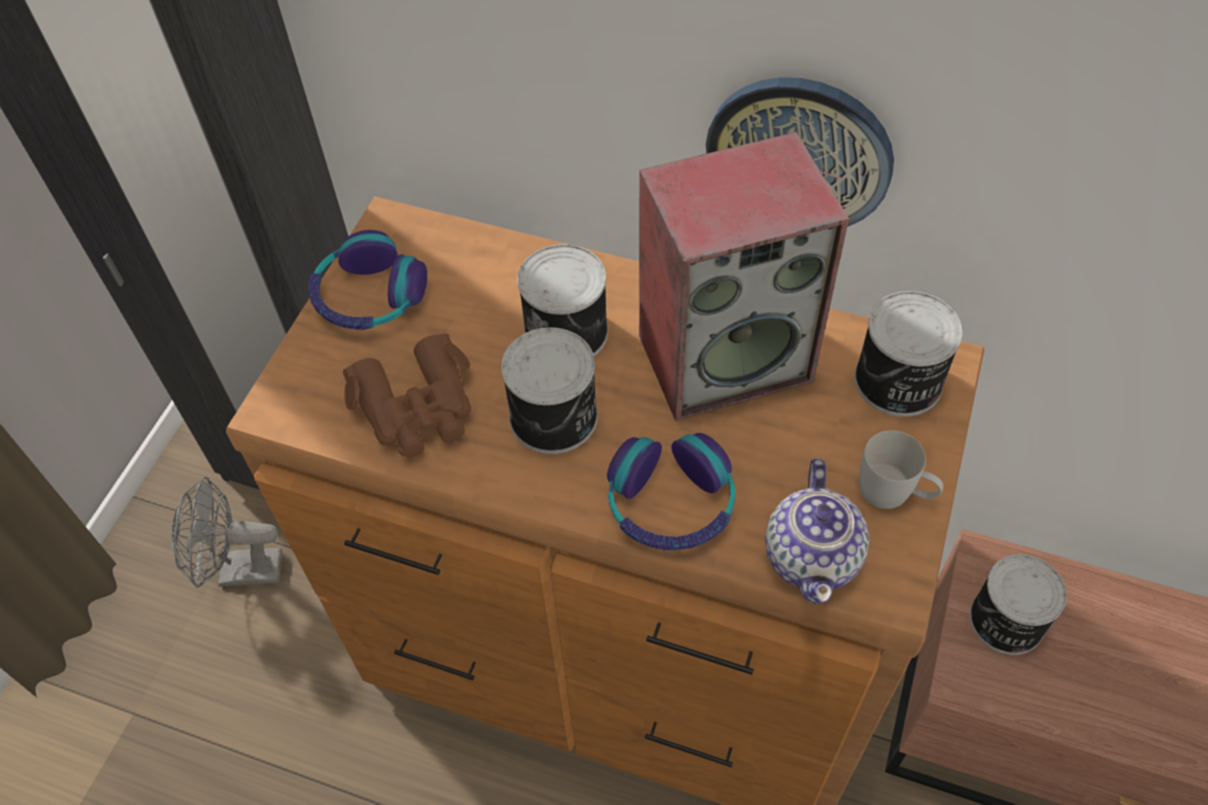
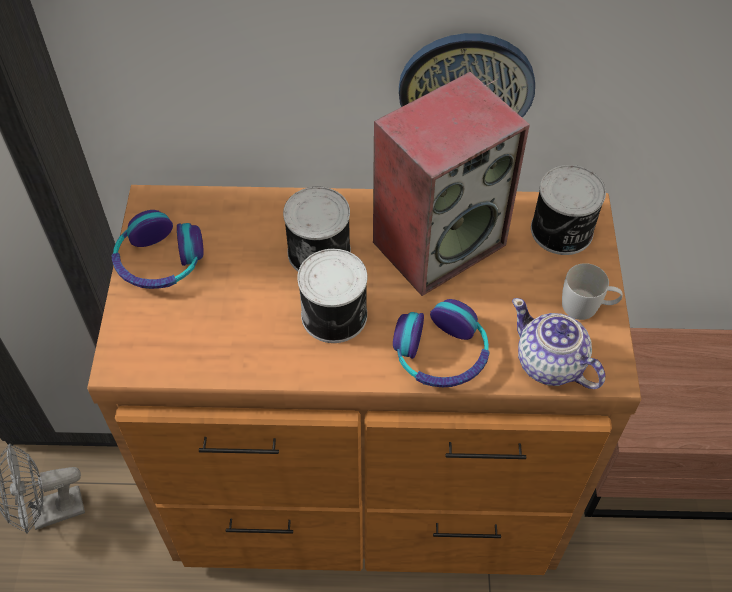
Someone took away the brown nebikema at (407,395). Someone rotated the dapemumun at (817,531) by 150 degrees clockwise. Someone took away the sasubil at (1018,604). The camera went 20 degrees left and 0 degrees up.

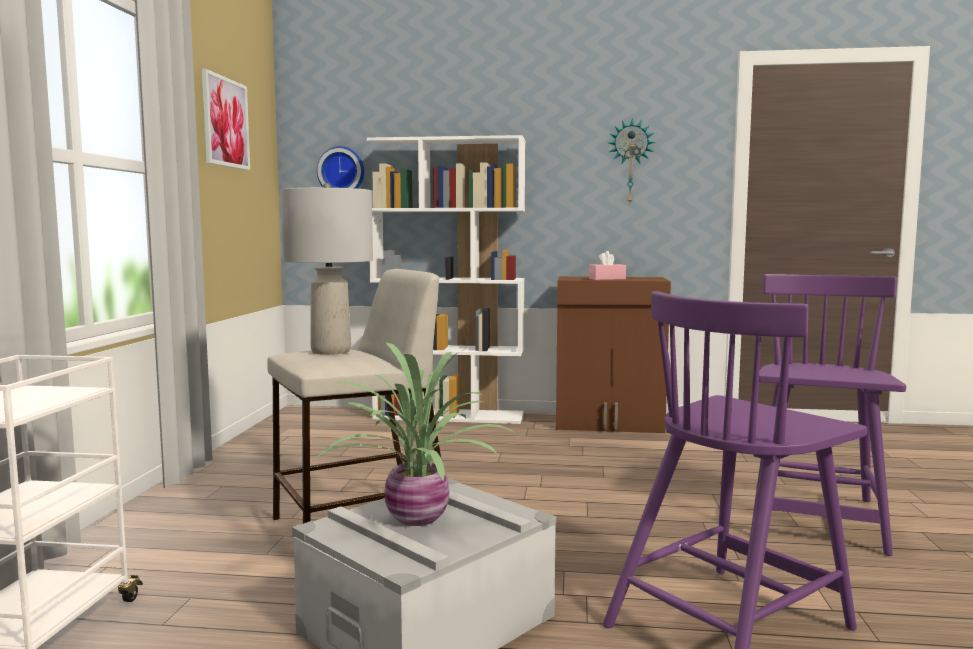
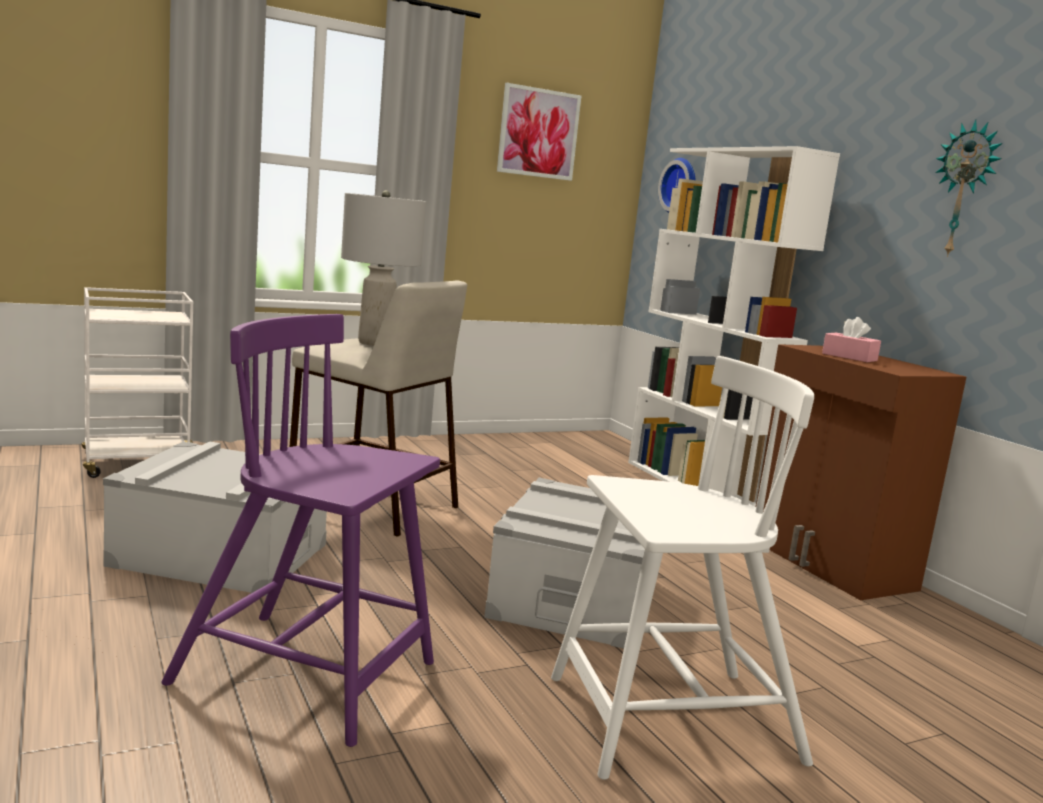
Someone repainted the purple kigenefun at (831,415), which became the white kigenefun at (682,568). Someone took away the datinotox at (416,434). Someone put down the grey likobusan at (564,563). The camera went 55 degrees right and 5 degrees up.

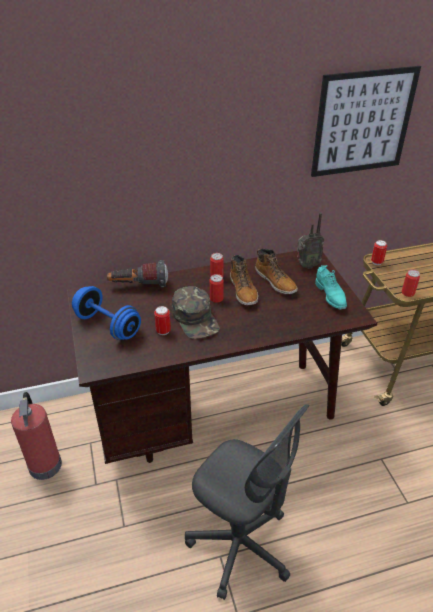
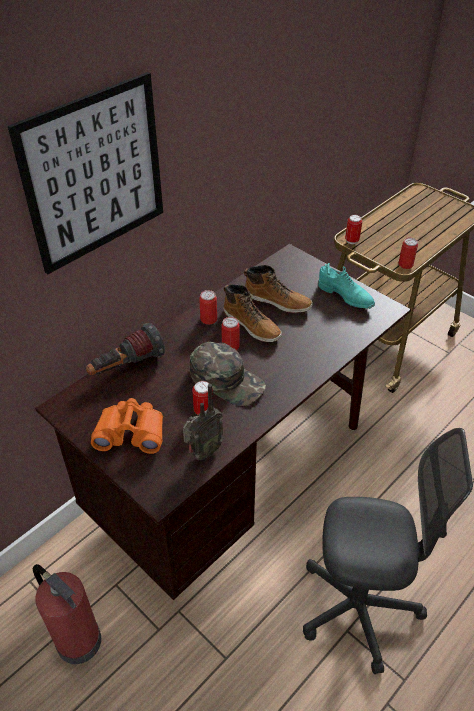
Someone carried the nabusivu from (366,121) to (85,173). Someone carried the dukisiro from (310,240) to (203,422). Someone swapped the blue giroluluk at (106,313) for the orange nebikema at (127,426). The camera went 30 degrees left and 5 degrees up.

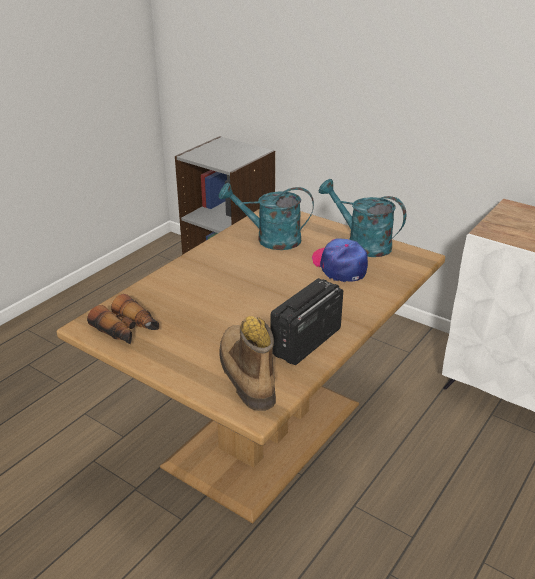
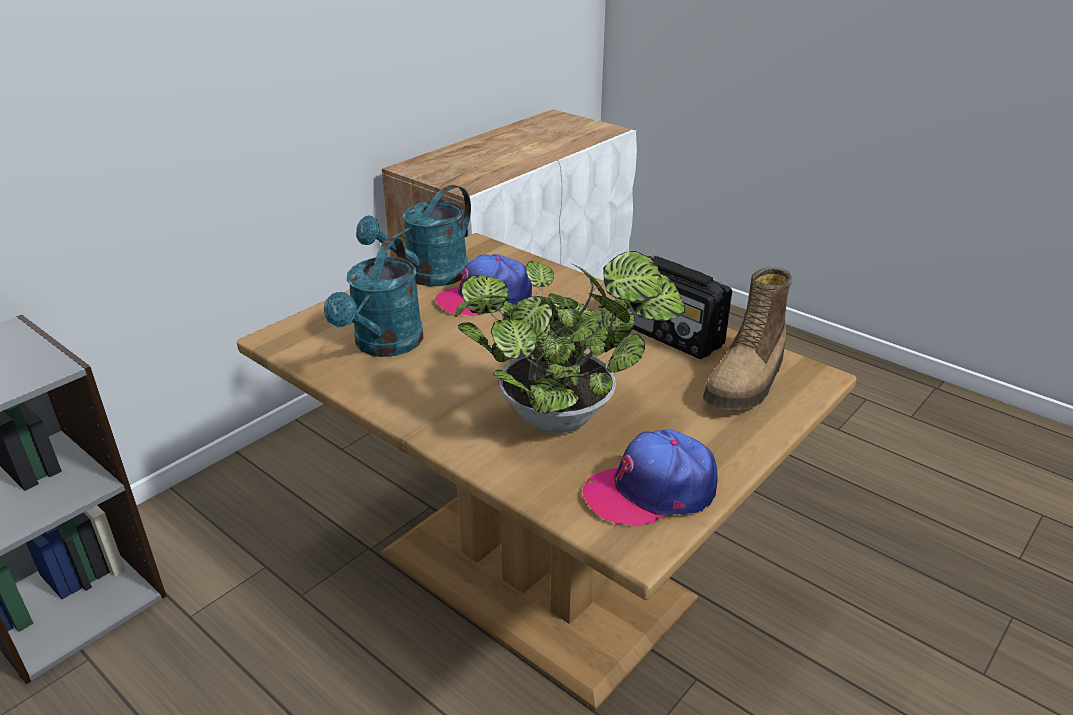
Someone swapped the nebikema at (123,319) for the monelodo at (650,478). Someone rotated the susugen at (247,363) by 45 degrees counterclockwise. Someone put down the datinotox at (570,342). The camera went 85 degrees left and 0 degrees up.

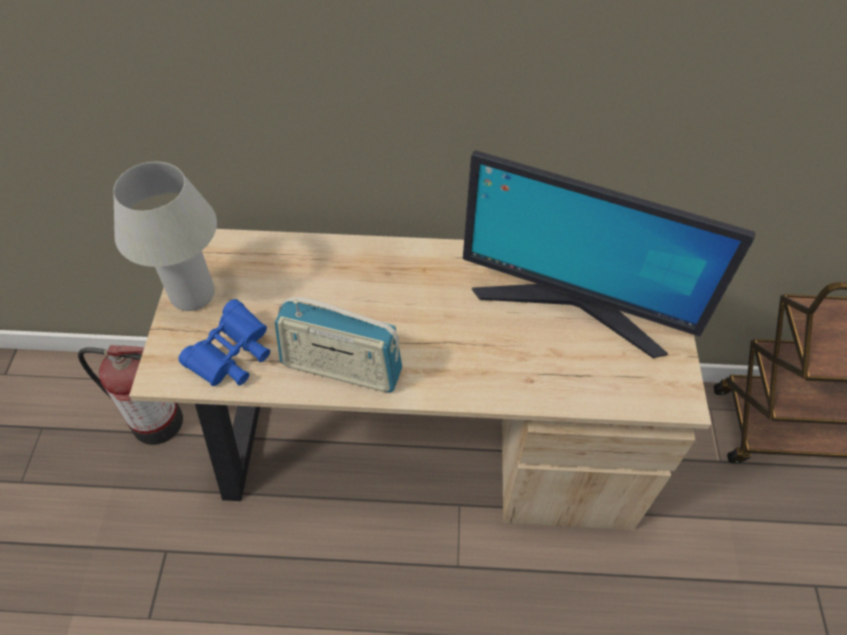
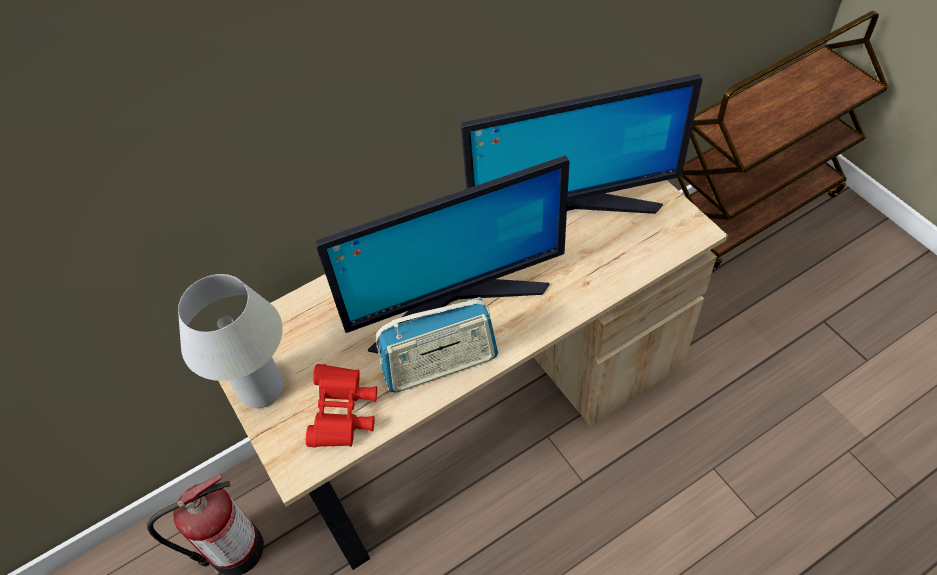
Someone repainted the blue nebikema at (224,342), which became the red nebikema at (341,406). Someone put down the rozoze at (442,255). The camera went 30 degrees left and 0 degrees up.

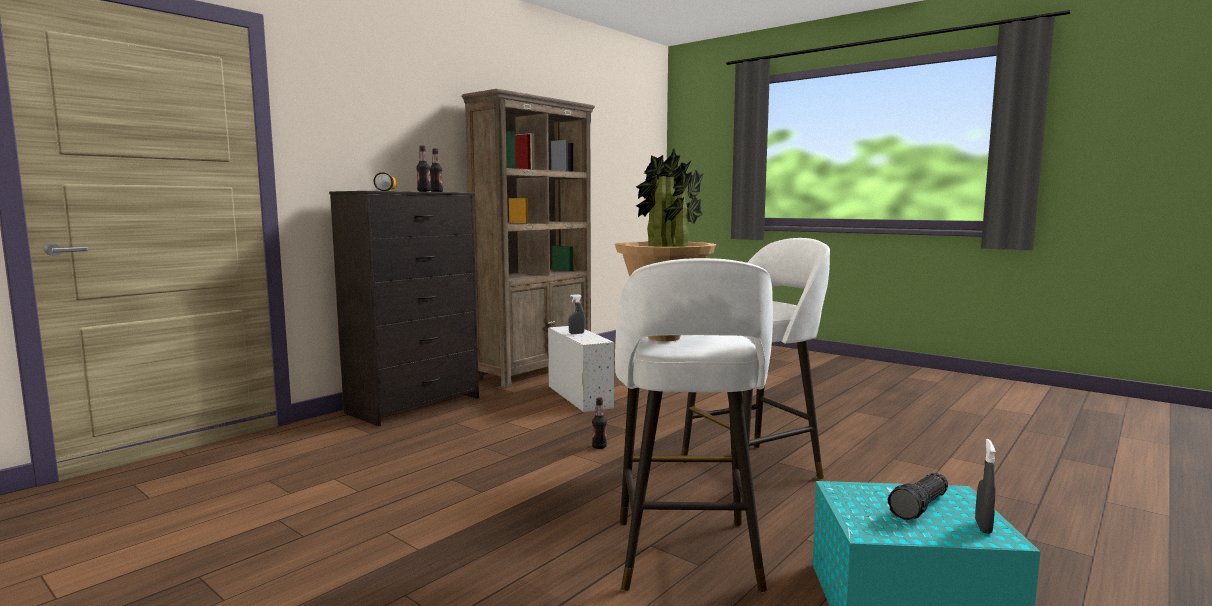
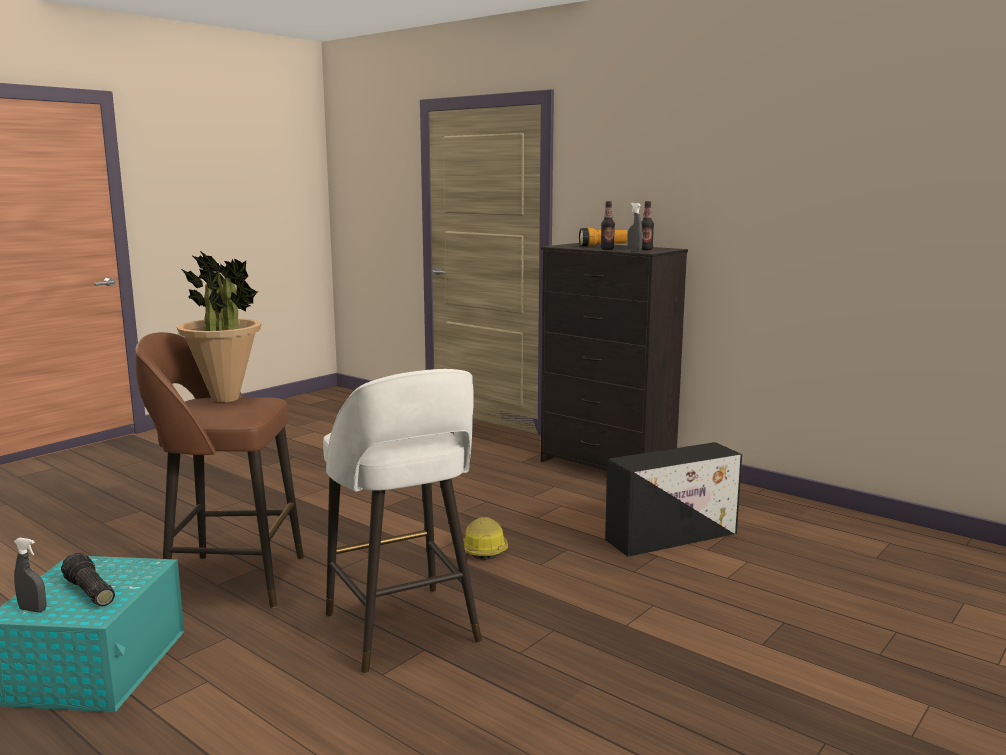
Someone took away the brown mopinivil at (528,238). Someone repainted the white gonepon at (694,425), which became the brown gonepon at (219,470). Someone carried the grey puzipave from (576,314) to (635,227). Someone repainted the white likobusan at (581,369), which became the black likobusan at (673,499). Someone swapped the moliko at (599,423) for the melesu at (485,538). The camera went 90 degrees right and 5 degrees up.

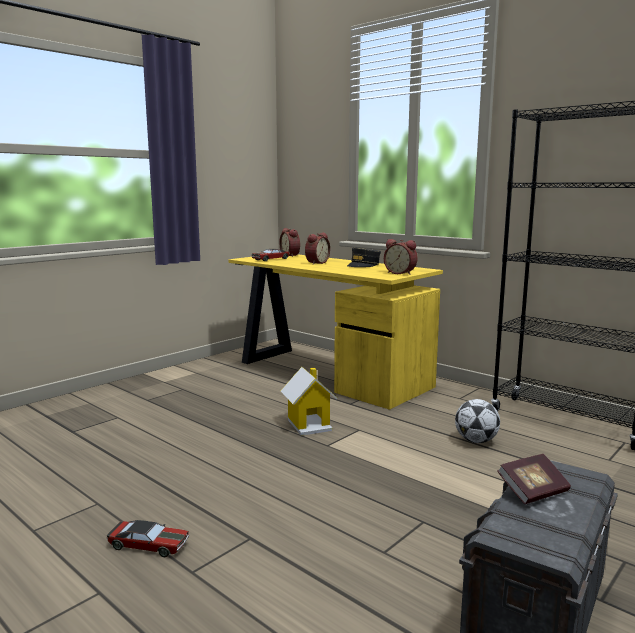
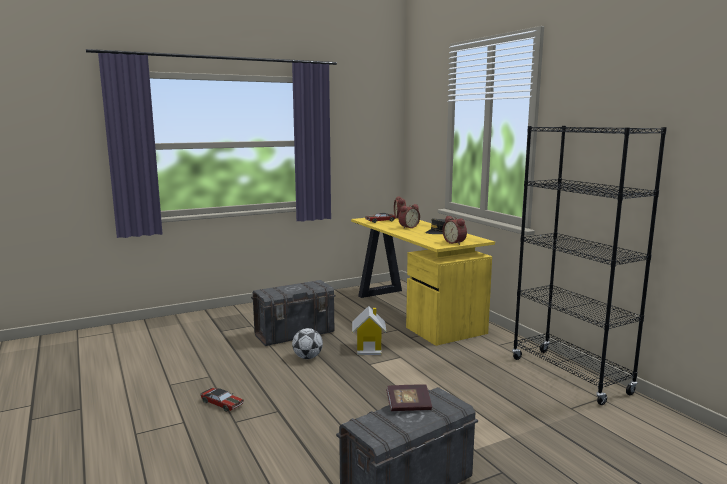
Someone carried the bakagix from (477,421) to (307,343). Someone put down the grey likobusan at (293,313). The camera went 20 degrees right and 0 degrees up.

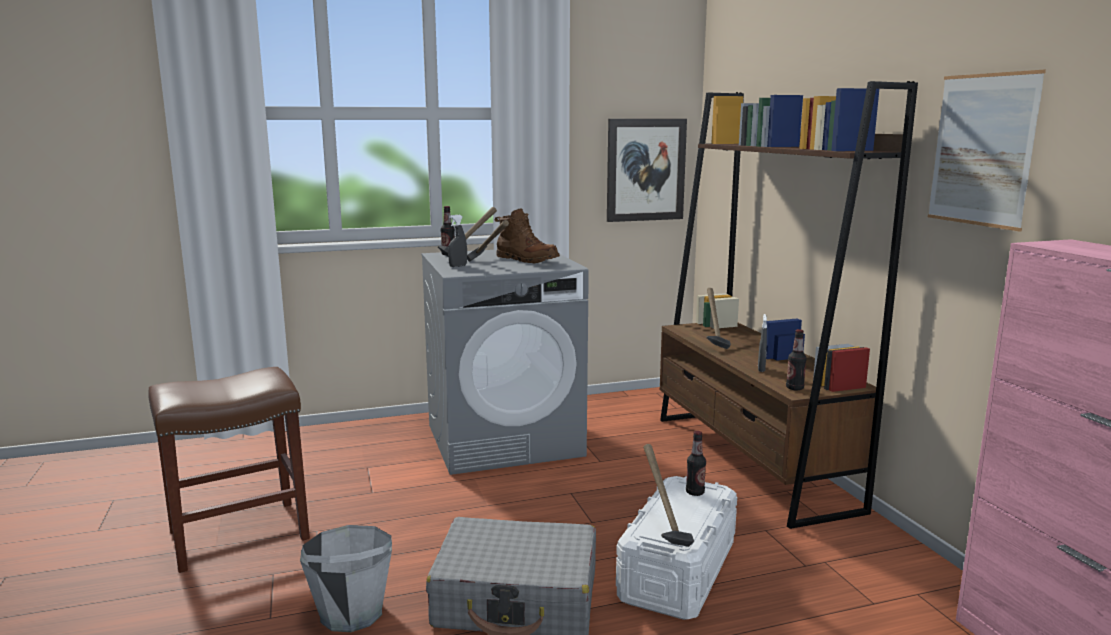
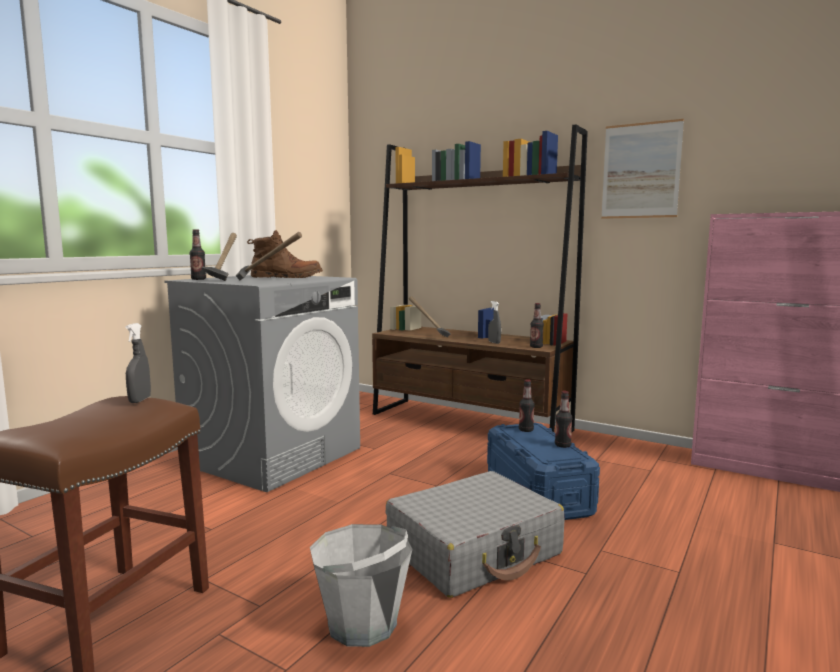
Someone took away the nabusivu at (647,170). Someone carried the grey puzipave from (457,241) to (138,363). Someone took away the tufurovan at (669,495). Someone repainted the white likobusan at (676,548), which became the blue likobusan at (543,471). Someone put down the moliko at (563,419). The camera went 40 degrees left and 5 degrees down.

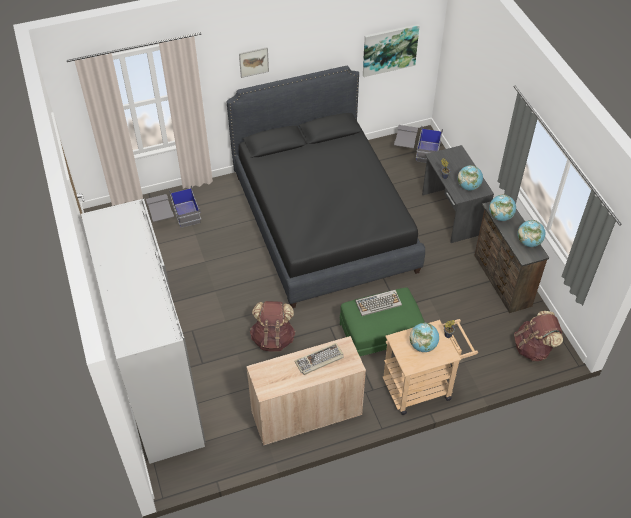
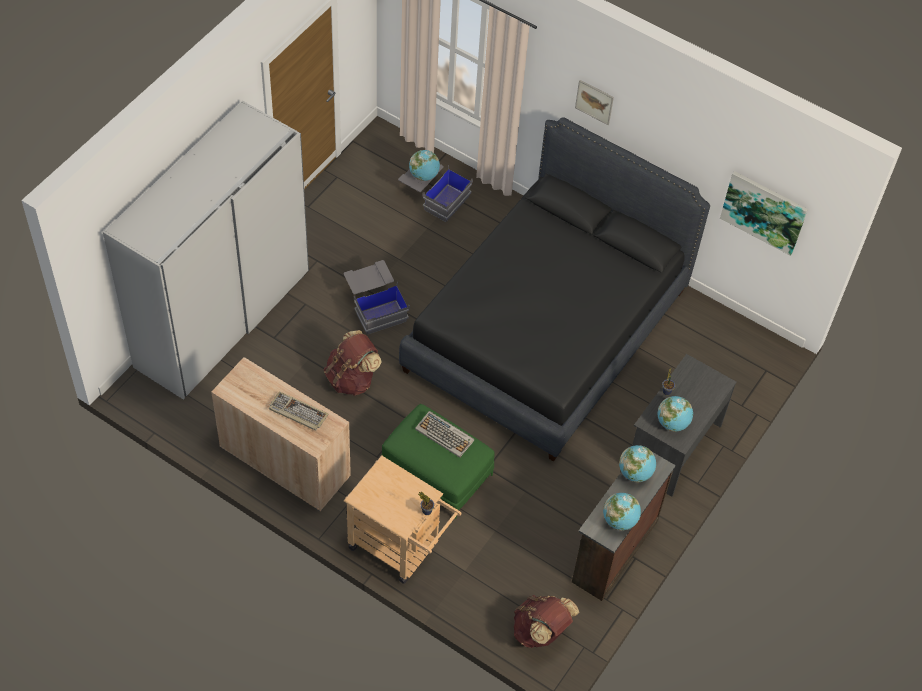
Someone carried the grey likobusan from (418,144) to (376,297). Someone carried the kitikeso from (424,337) to (424,165). The camera went 50 degrees right and 5 degrees up.

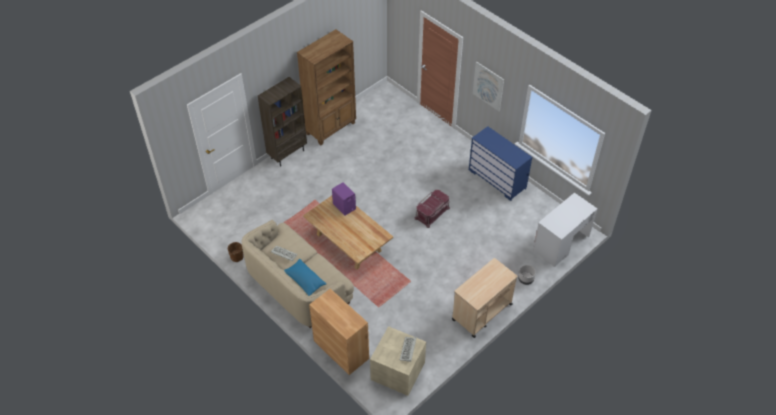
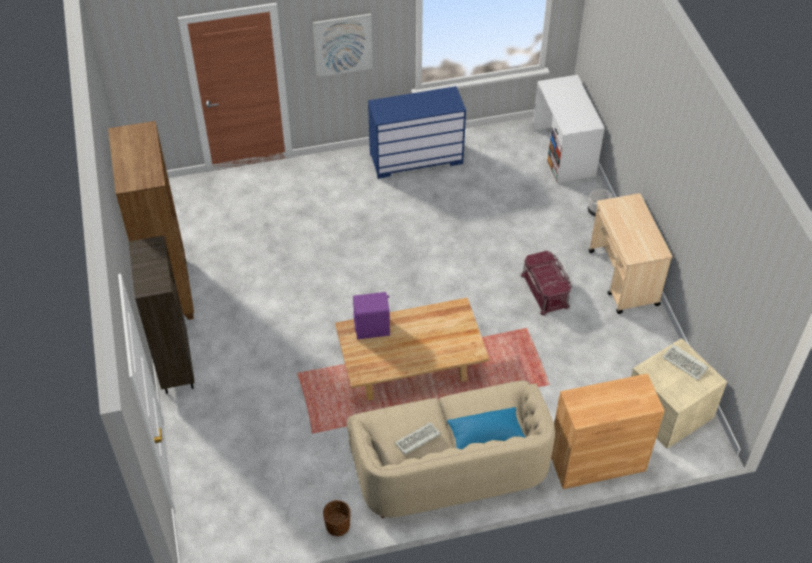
Someone carried the red likobusan from (432,209) to (546,283). The camera went 60 degrees left and 0 degrees up.

